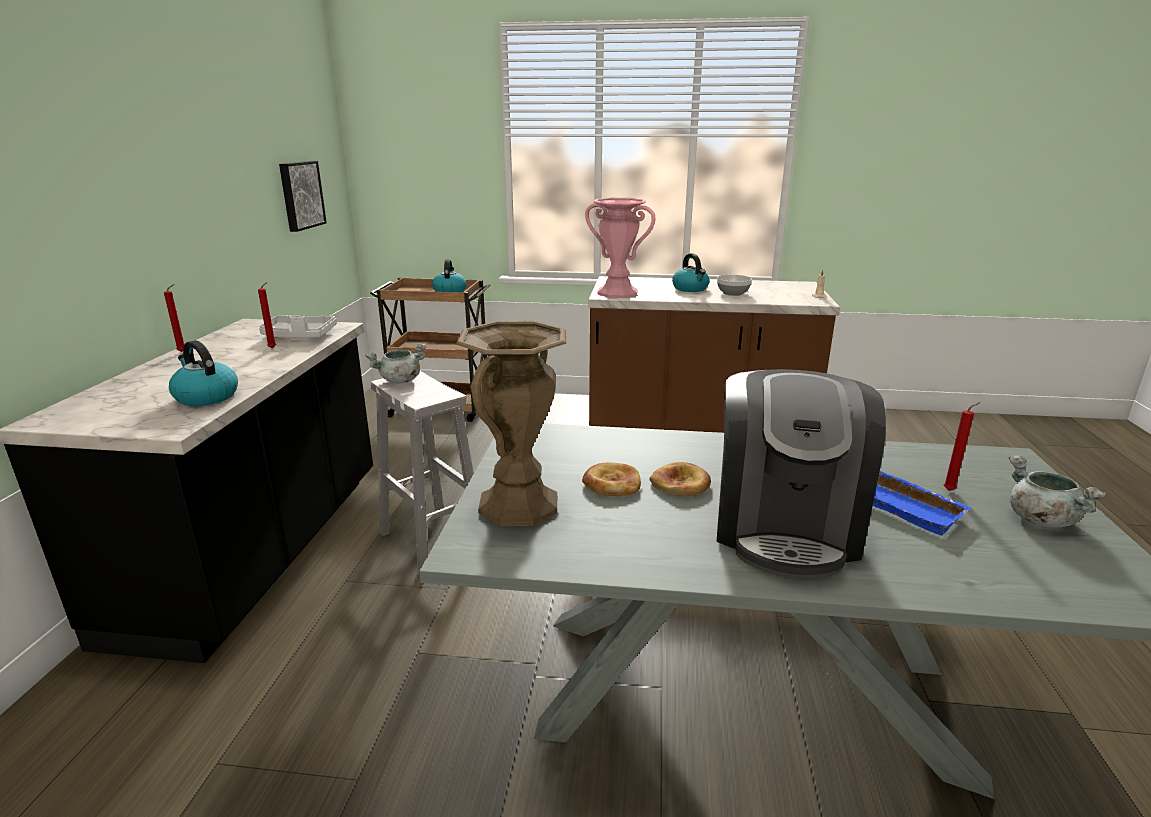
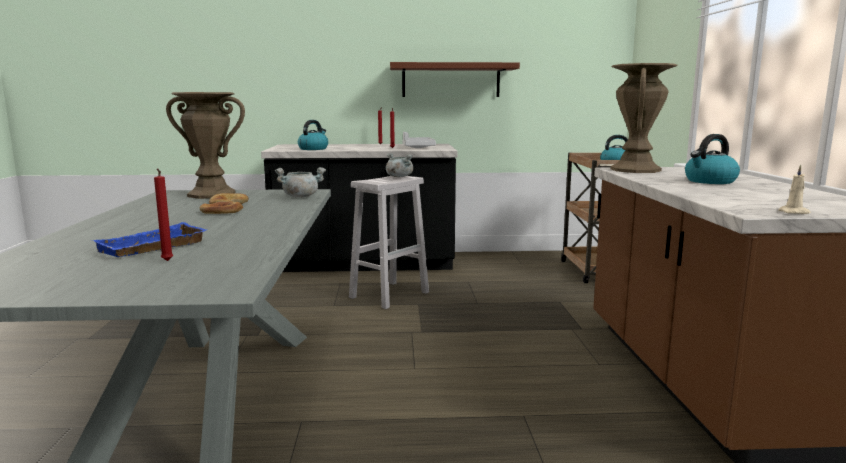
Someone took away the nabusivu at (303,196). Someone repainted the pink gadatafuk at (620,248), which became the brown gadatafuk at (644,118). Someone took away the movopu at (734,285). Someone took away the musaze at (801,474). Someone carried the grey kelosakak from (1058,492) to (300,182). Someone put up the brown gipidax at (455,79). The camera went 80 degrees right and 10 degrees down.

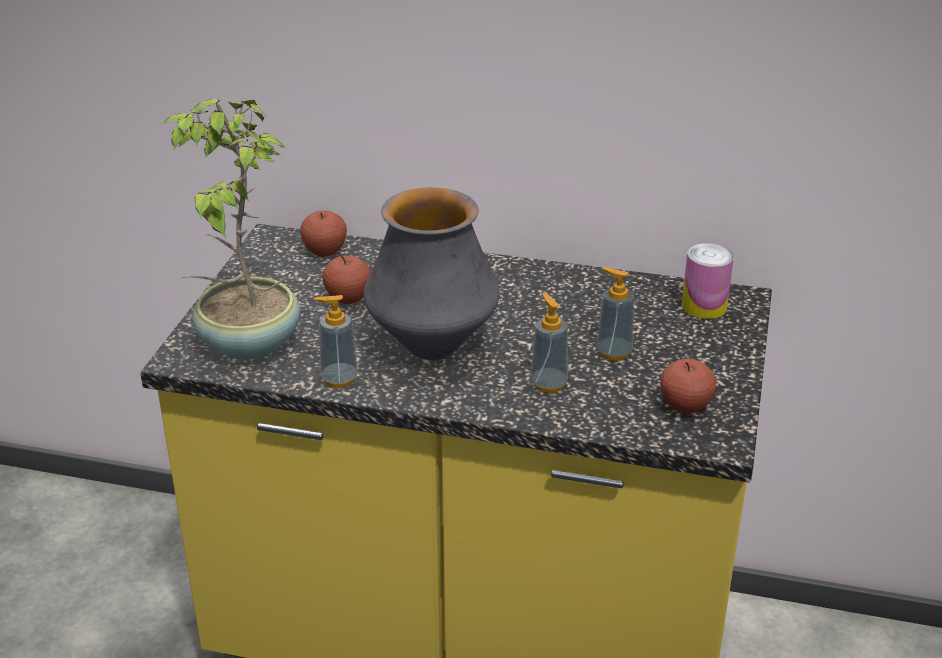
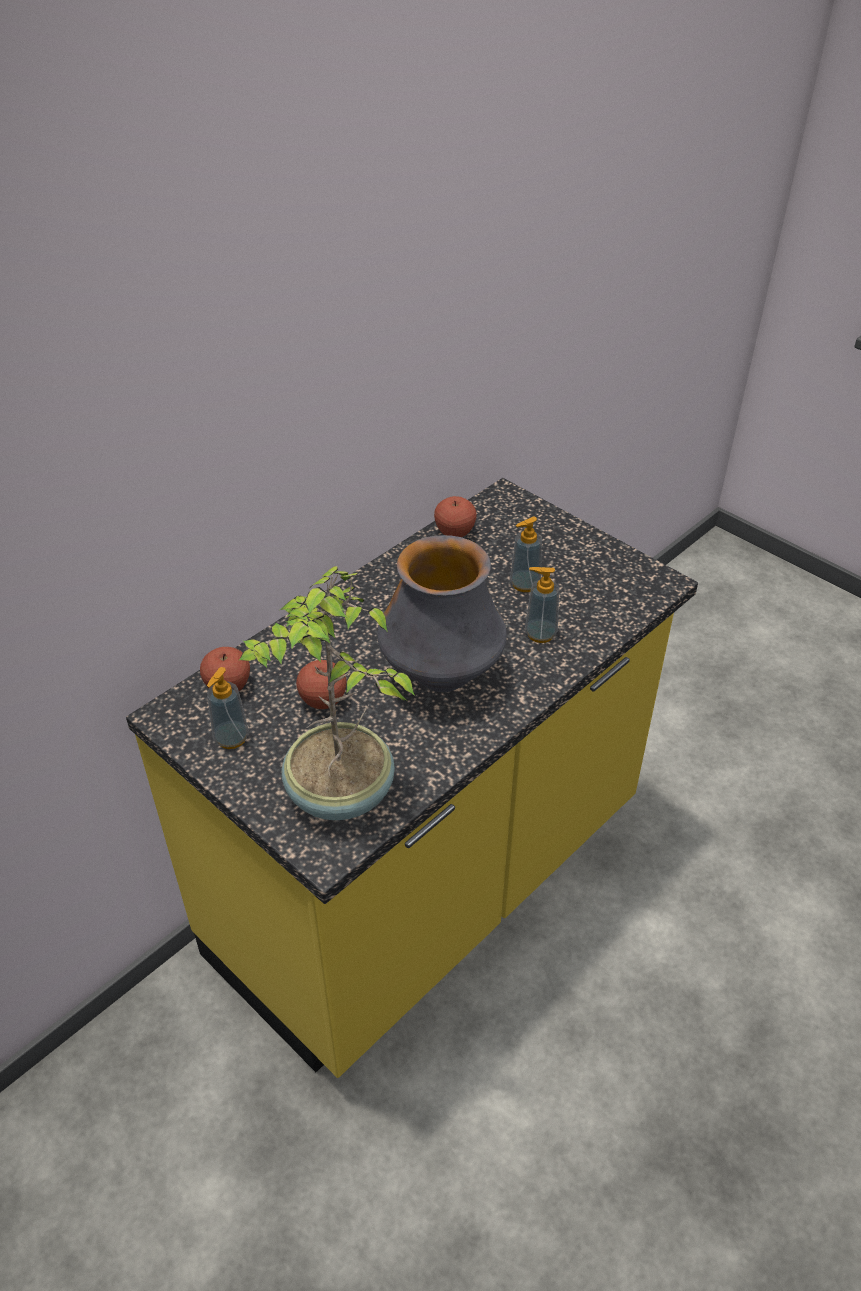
Someone took away the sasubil at (708,281). Someone carried the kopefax from (336,341) to (228,708). Someone carried the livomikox from (688,386) to (455,516). The camera went 60 degrees left and 10 degrees up.

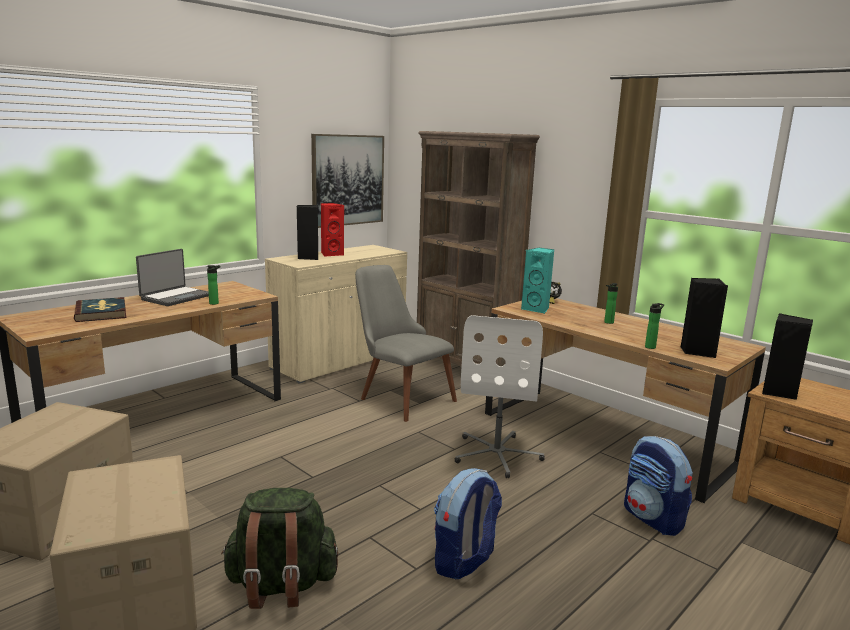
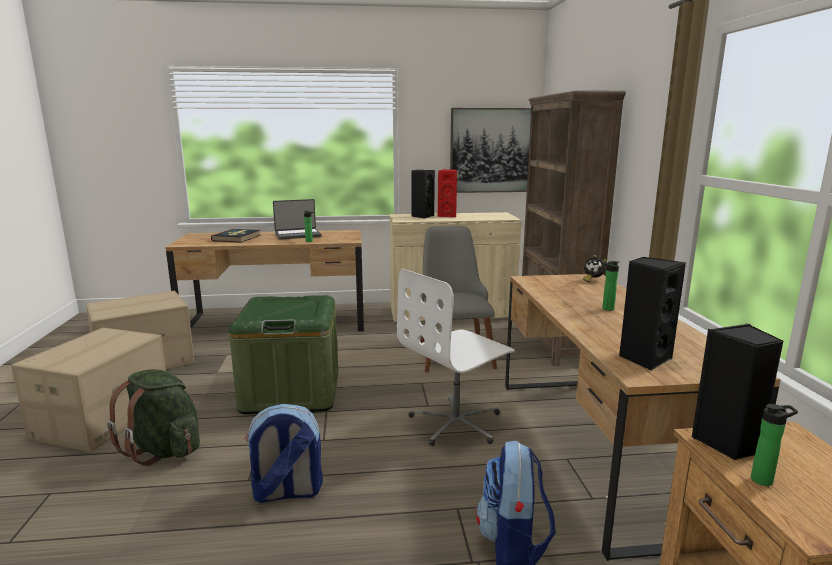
Someone took away the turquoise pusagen at (537,280). Someone carried the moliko from (654,326) to (774,445). Someone put down the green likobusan at (283,354). The camera went 40 degrees right and 0 degrees up.

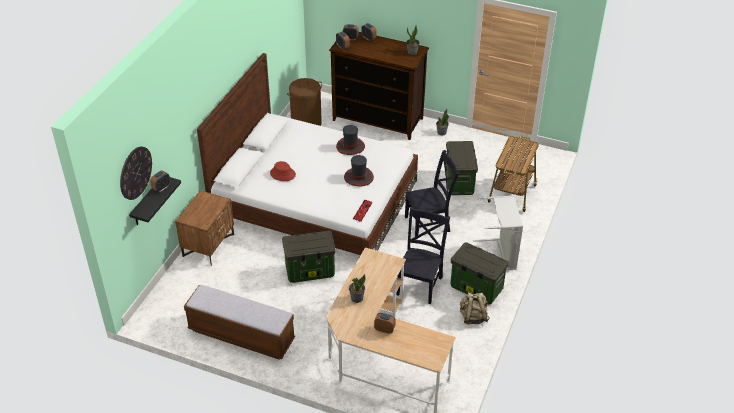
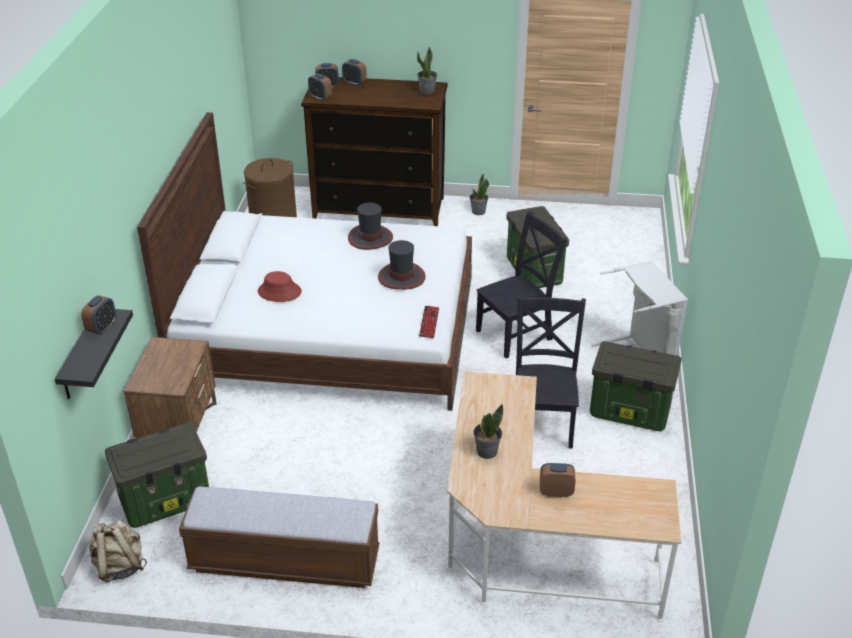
Someone took away the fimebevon at (513,174). Someone took away the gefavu at (136,173). Someone carried the likobusan from (309,257) to (157,475). Someone carried the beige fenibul from (475,308) to (118,550). The camera went 15 degrees left and 5 degrees down.

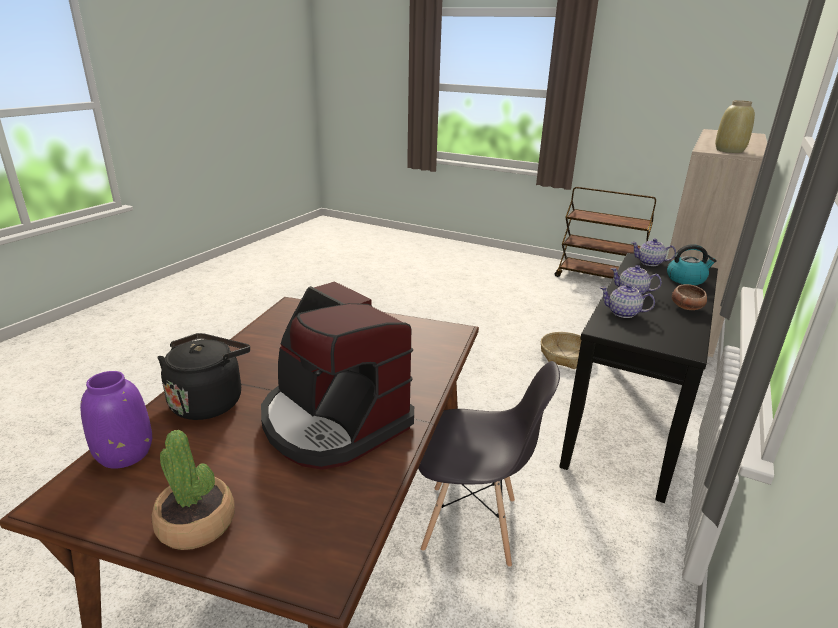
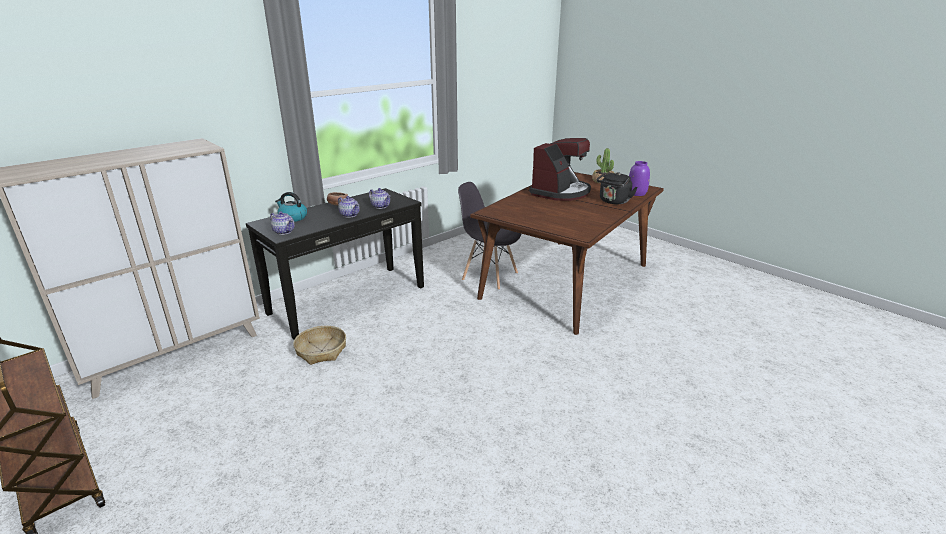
Someone took away the beige gadatafuk at (735,126). Someone rotated the musaze at (337,375) by 60 degrees clockwise. The camera went 160 degrees left and 0 degrees up.

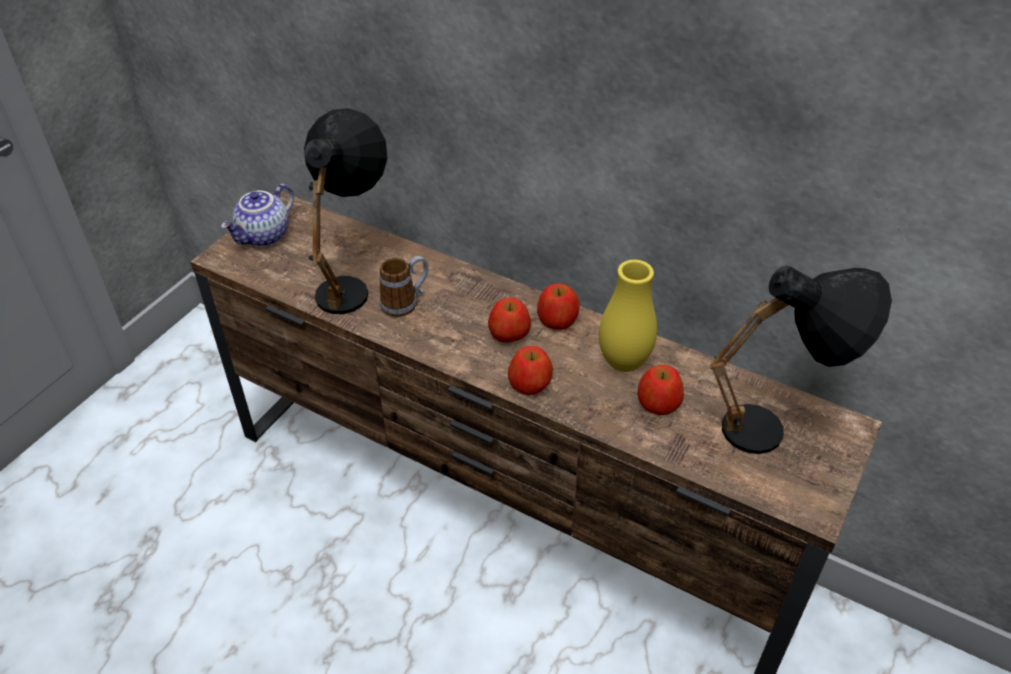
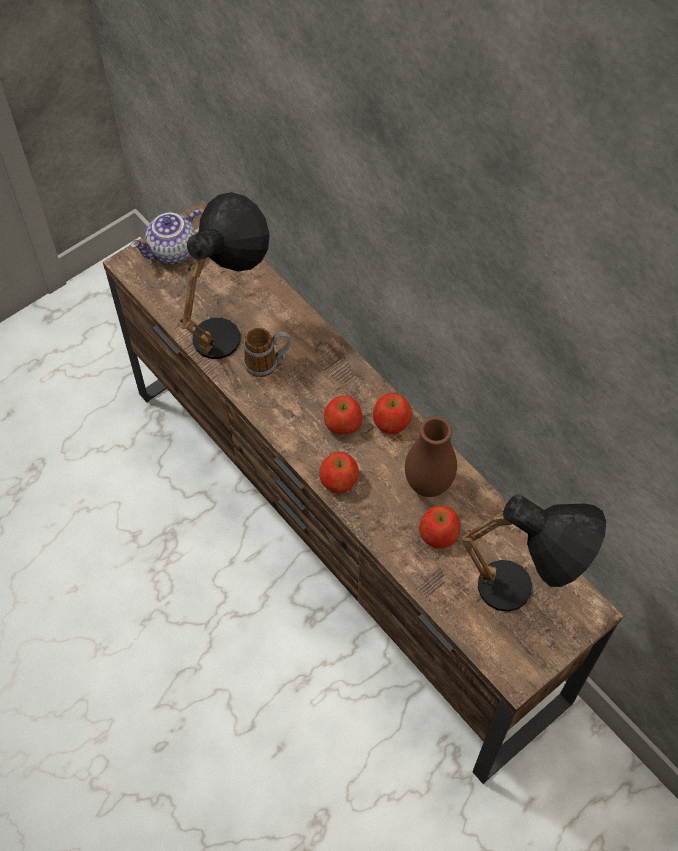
Someone repainted the yellow gadatafuk at (628,316), which became the brown gadatafuk at (431,456). The camera went 20 degrees right and 15 degrees up.

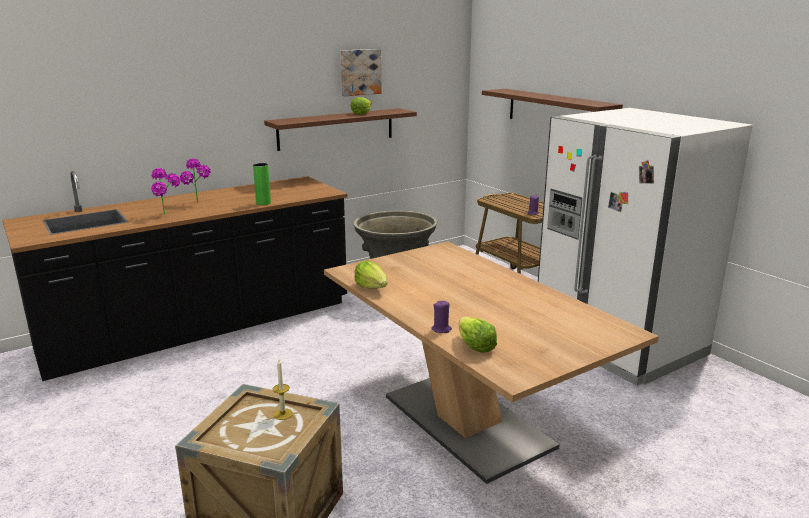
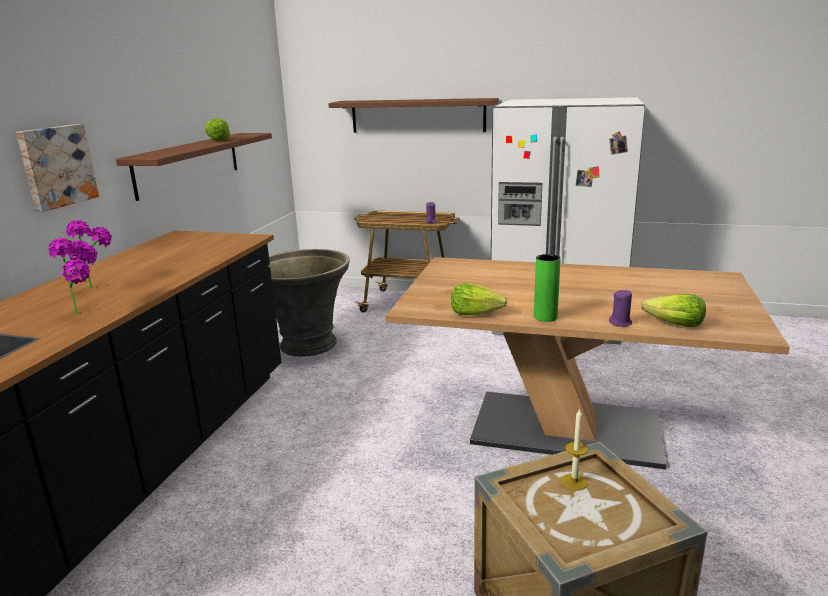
Someone carried the nabusivu from (361,72) to (57,168). Someone carried the green gadatafuk from (262,184) to (547,288). The camera went 40 degrees left and 0 degrees up.

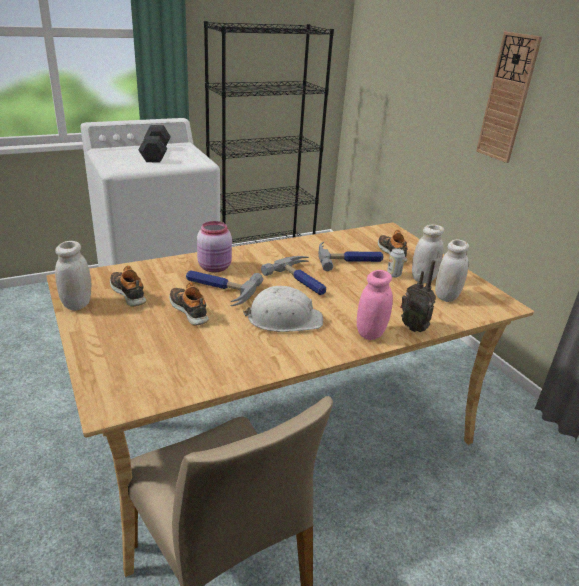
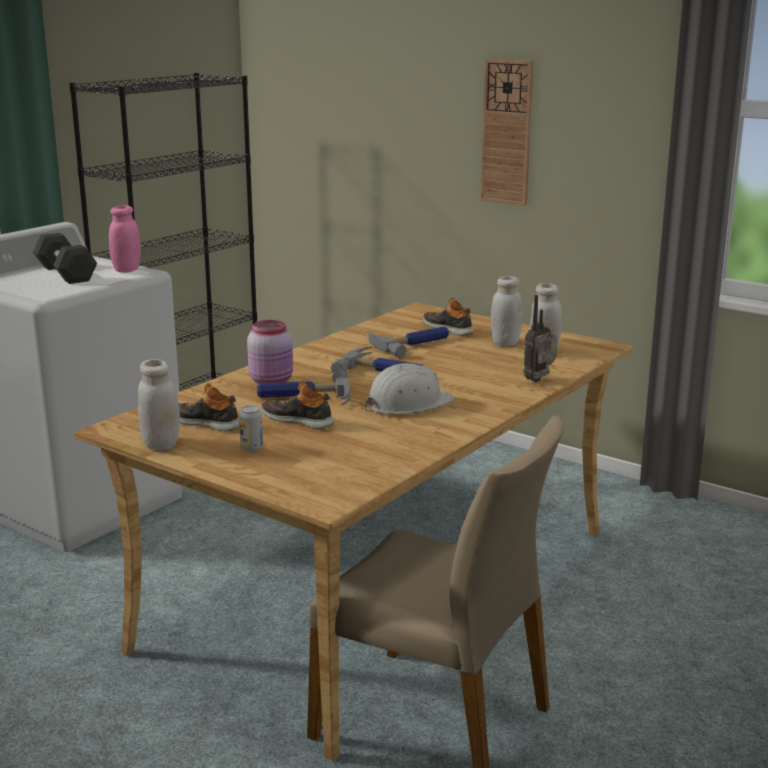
Someone carried the sasubil from (396,263) to (251,428). Someone rotated the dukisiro at (418,296) by 120 degrees clockwise. Someone carried the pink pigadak from (375,305) to (125,239). The camera went 25 degrees left and 10 degrees down.

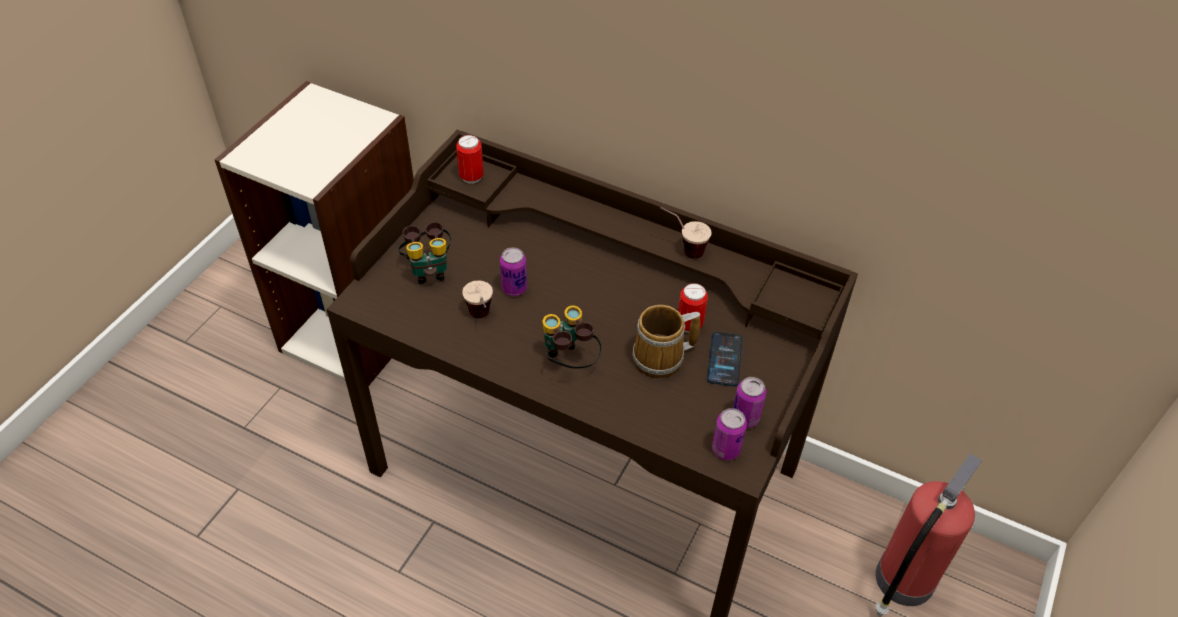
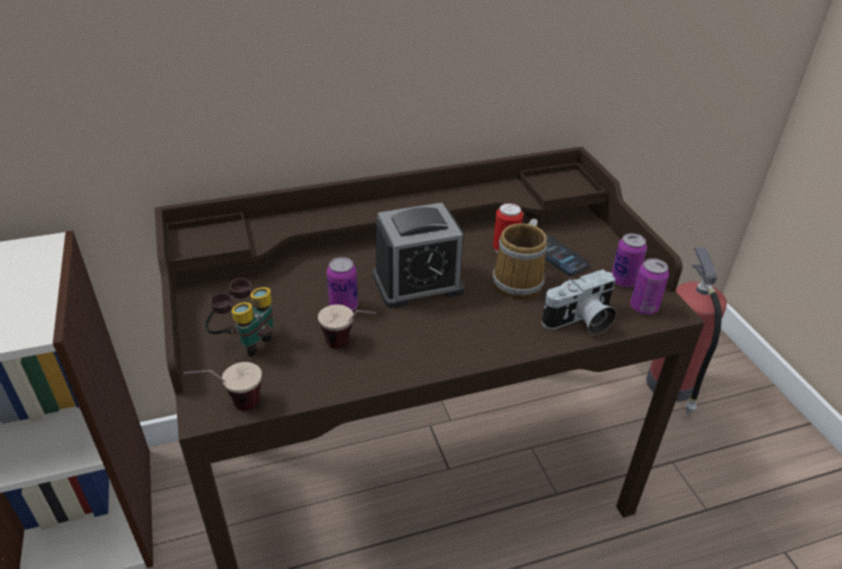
Someone took away the sasubil at (470,159). Someone carried the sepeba from (685,233) to (223,386). Someone took away the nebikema at (572,337). Someone put down the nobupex at (419,256). Someone put down the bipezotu at (579,302). The camera went 45 degrees left and 10 degrees down.

